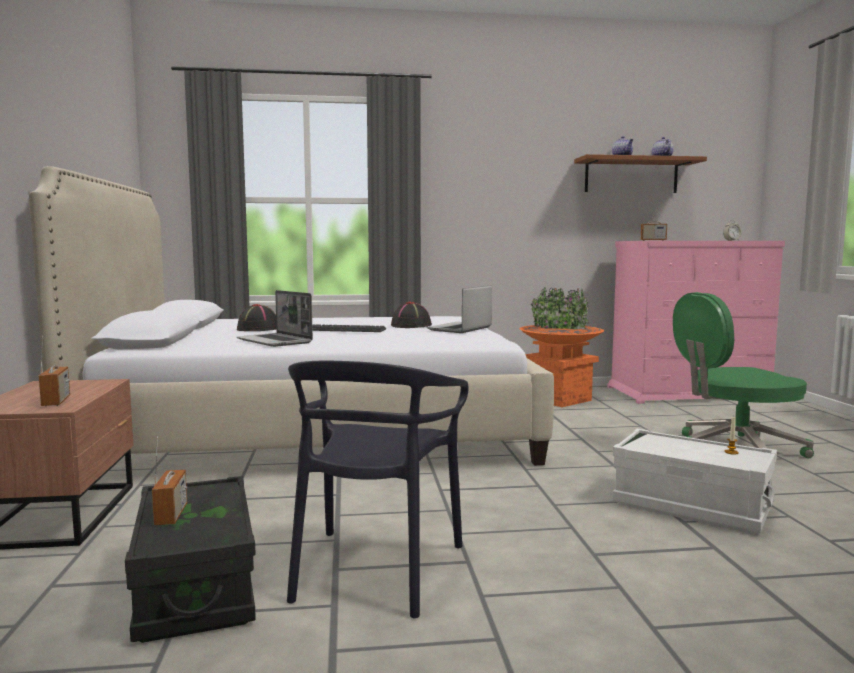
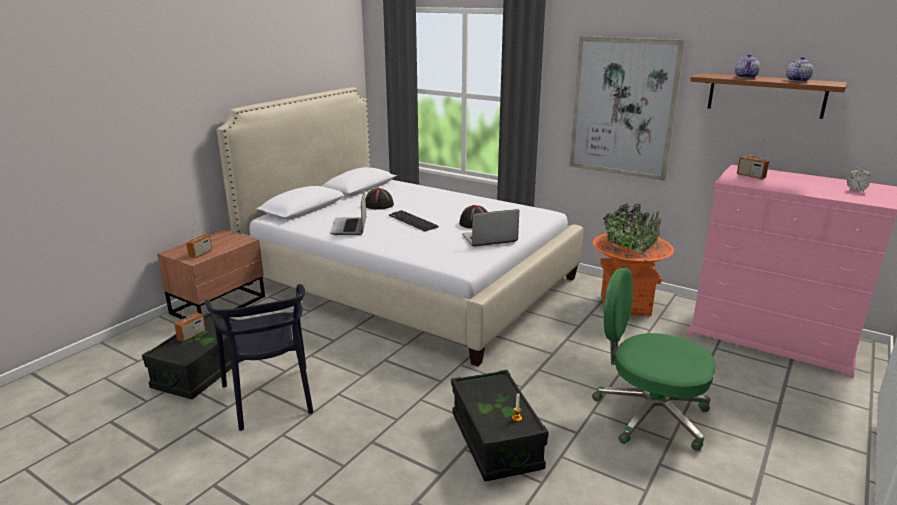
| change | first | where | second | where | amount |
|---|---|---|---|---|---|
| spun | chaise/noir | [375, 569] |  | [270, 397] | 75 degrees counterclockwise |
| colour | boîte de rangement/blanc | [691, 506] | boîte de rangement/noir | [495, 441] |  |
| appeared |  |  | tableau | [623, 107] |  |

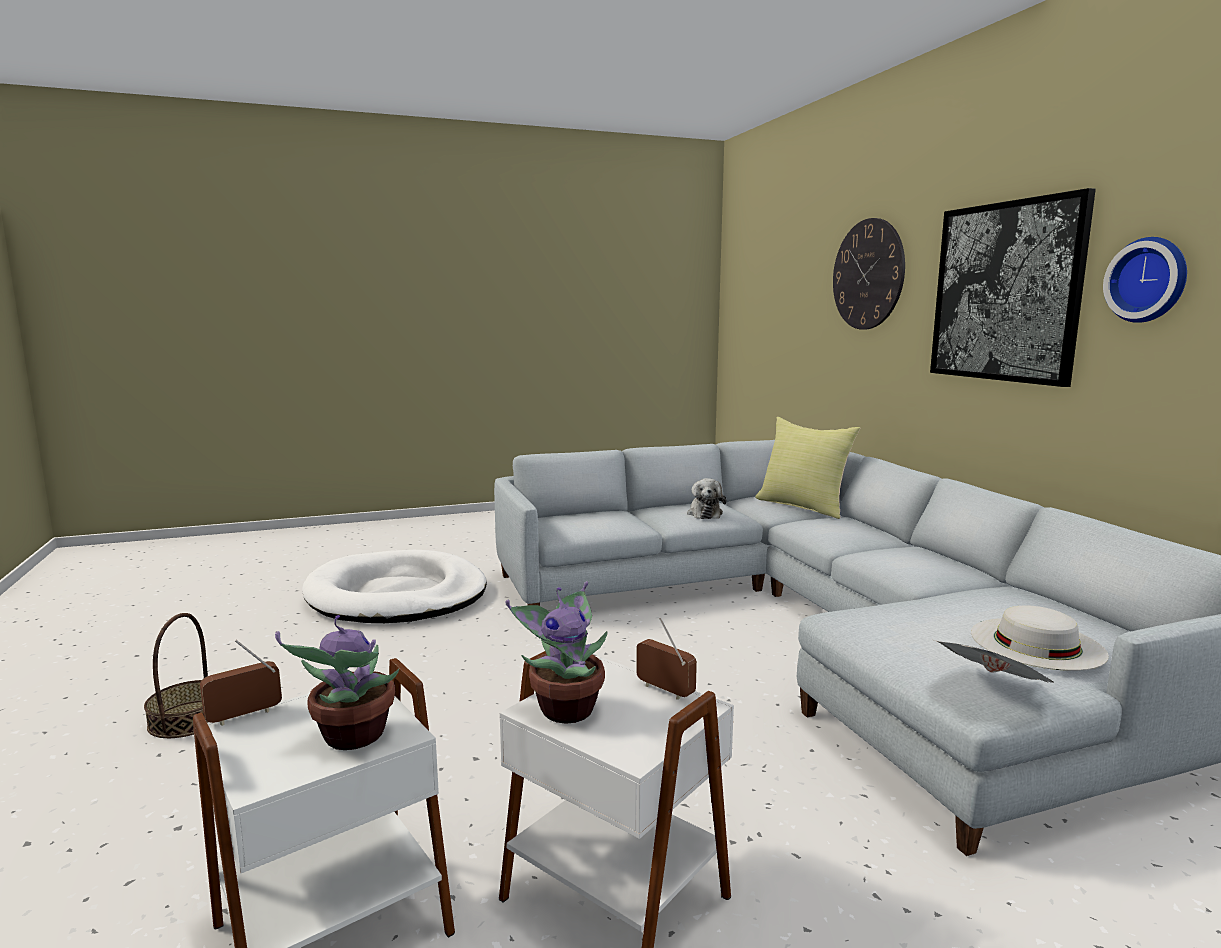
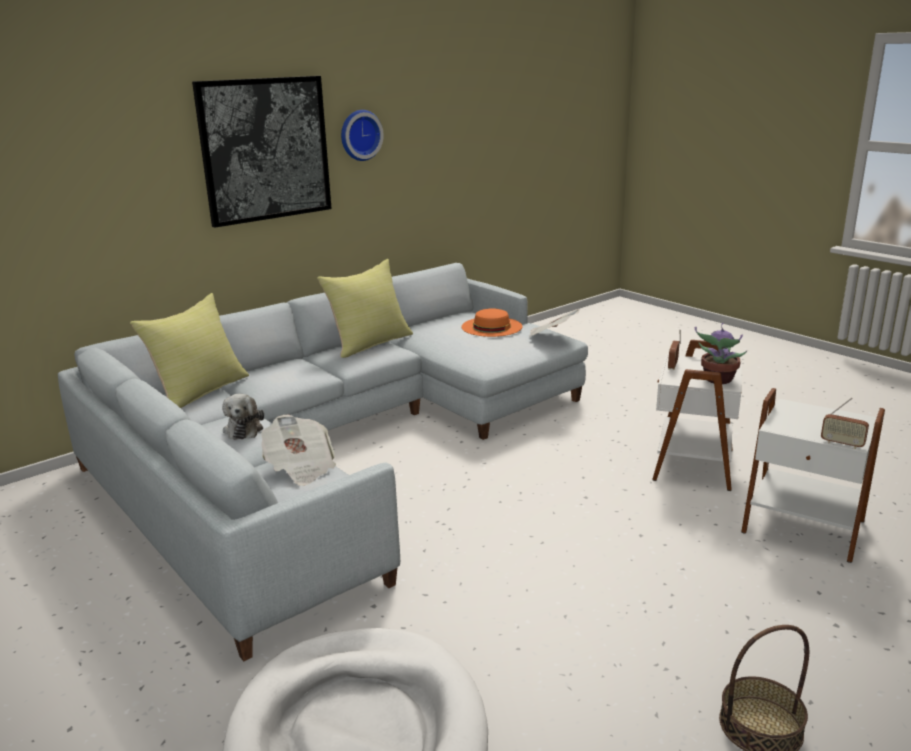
| change | first | where | second | where | amount |
|---|---|---|---|---|---|
| spun | peluche | [704, 513] |  | [244, 429] | 105 degrees clockwise |
| appeared |  |  | journal | [300, 467] |  |
| appeared |  |  | coussin/jaune | [370, 343] |  |
| colour | chapeau/blanc | [1036, 643] | chapeau/orange | [491, 326] |  |
| missing | plante en pot | [352, 737] |  |  |  |
| missing | horloge murale | [868, 274] |  |  |  |

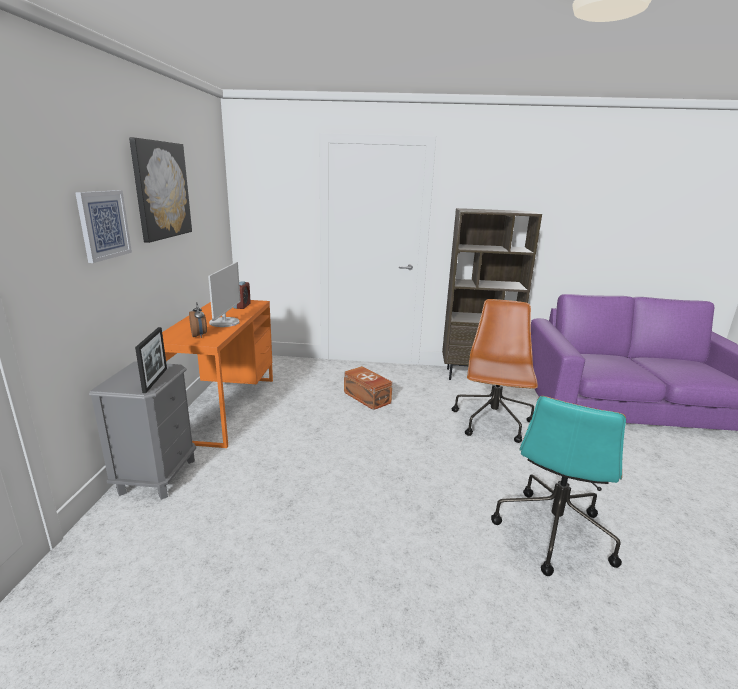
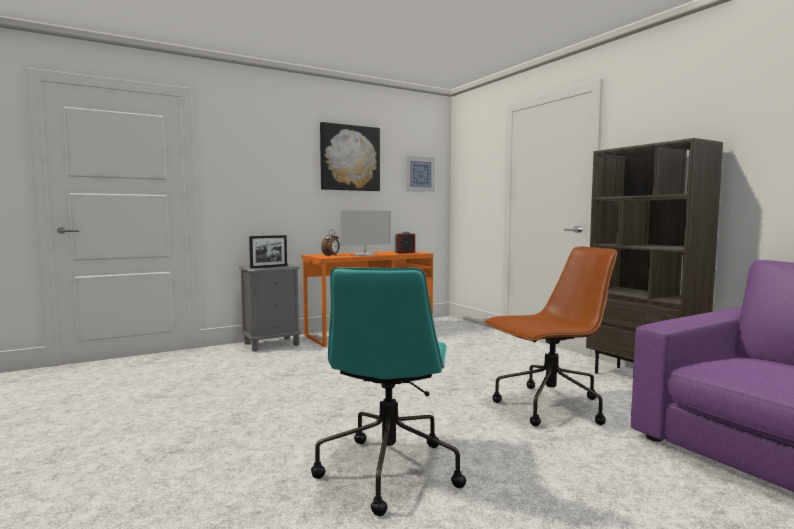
| change | first | where | second | where | amount |
|---|---|---|---|---|---|
| spun | chaise de bureau/turquoise | [553, 531] |  | [389, 470] | 75 degrees counterclockwise |
| relocated | tableau | [103, 225] |  | [419, 174] |  |
| missing | boîte de rangement/marron | [367, 398] |  |  |  |

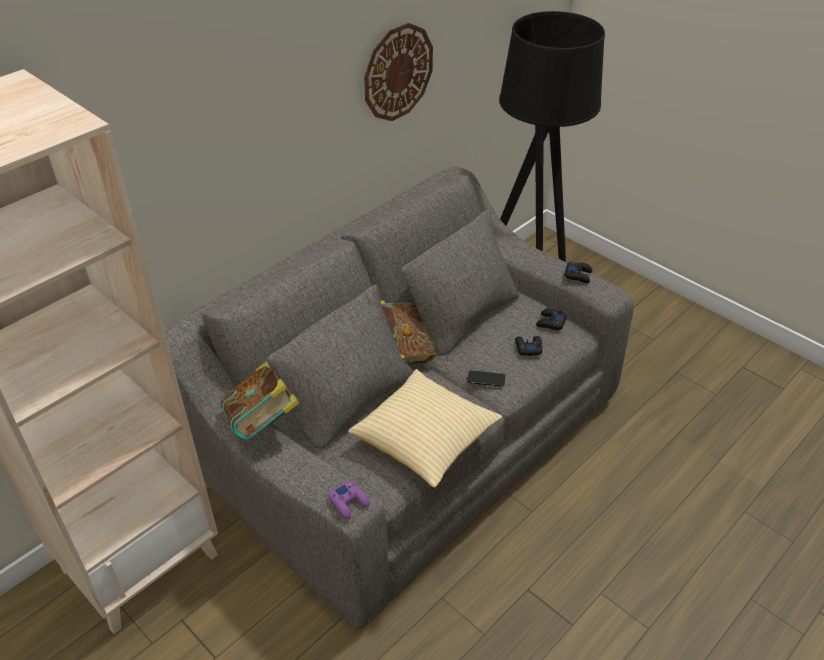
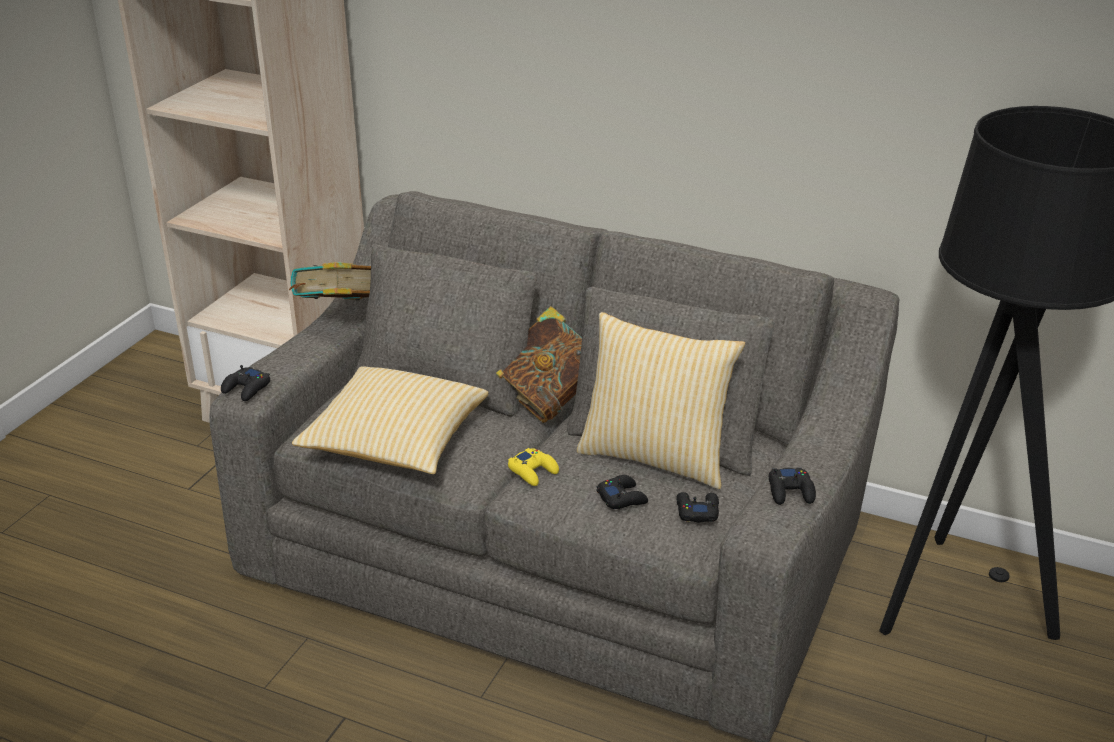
| change | first | where | second | where | amount |
|---|---|---|---|---|---|
| colour | manette/violet | [349, 502] | manette/noir | [246, 389] |  |
| exchanged | téléphone | [486, 379] | manette/jaune | [533, 471] |  |
| appeared |  |  | coussin | [656, 456] |  |
| missing | horloge murale | [398, 72] |  |  |  |

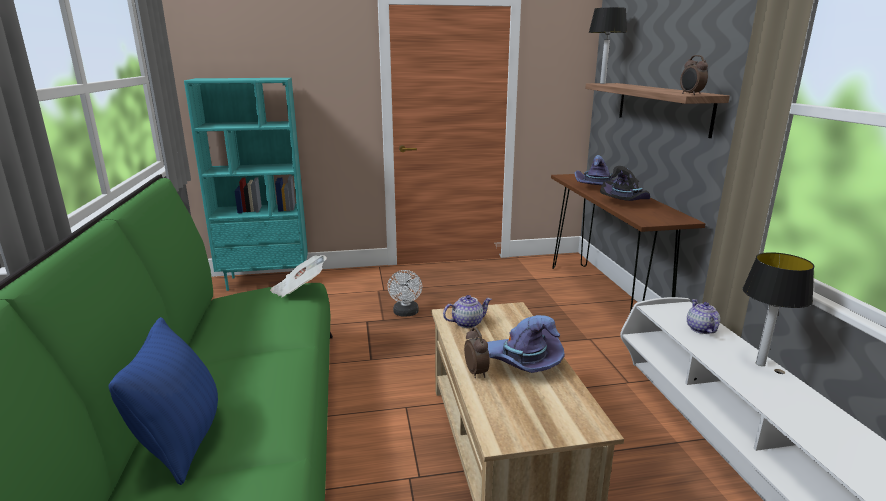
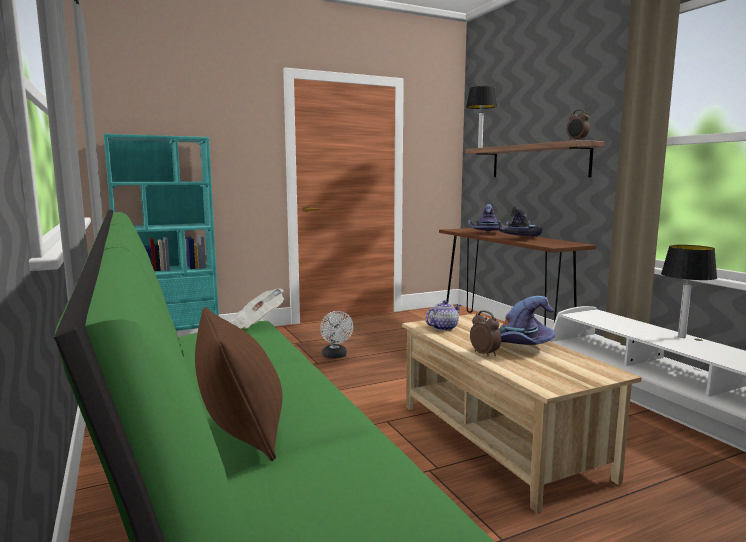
| change | first | where | second | where | amount |
|---|---|---|---|---|---|
| colour | coussin/bleu | [182, 442] | coussin/marron | [241, 433] |  |
| missing | théière | [700, 329] |  |  |  |

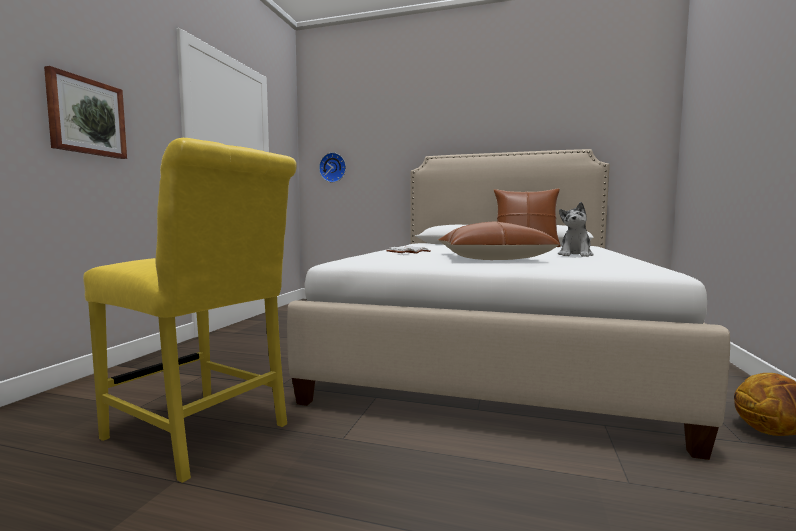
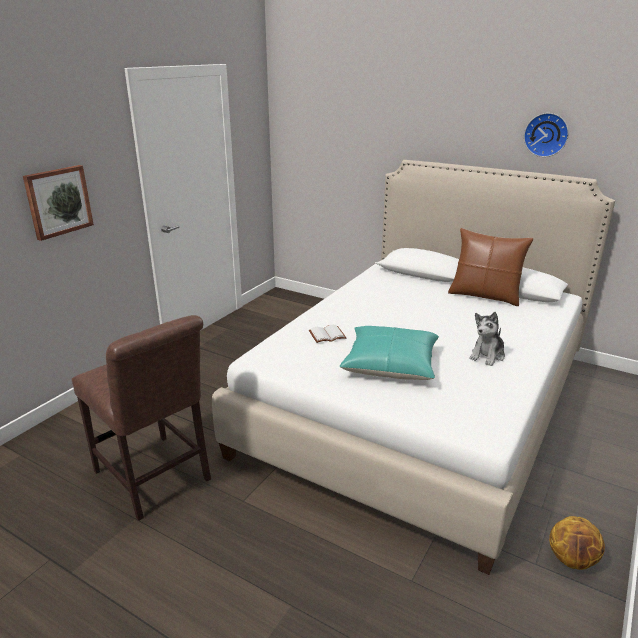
| change | first | where | second | where | amount |
|---|---|---|---|---|---|
| colour | chaise/jaune | [202, 434] | chaise/marron | [155, 479] |  |
| colour | coussin/marron | [492, 259] | coussin/turquoise | [390, 364] |  |
| relocated | horloge murale | [333, 167] |  | [546, 134] |  |

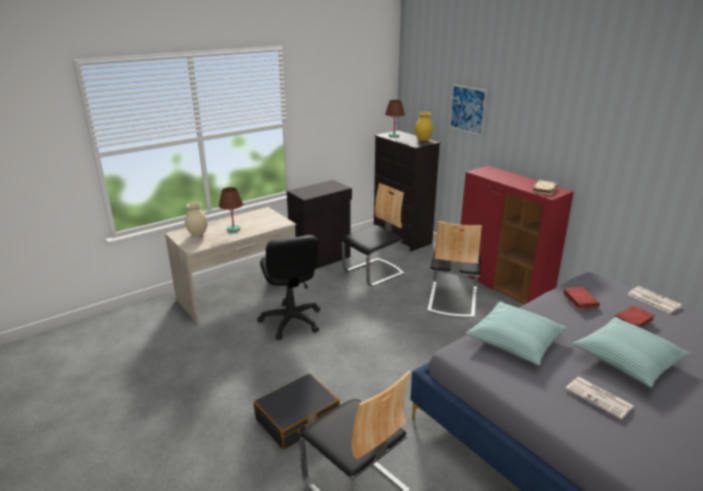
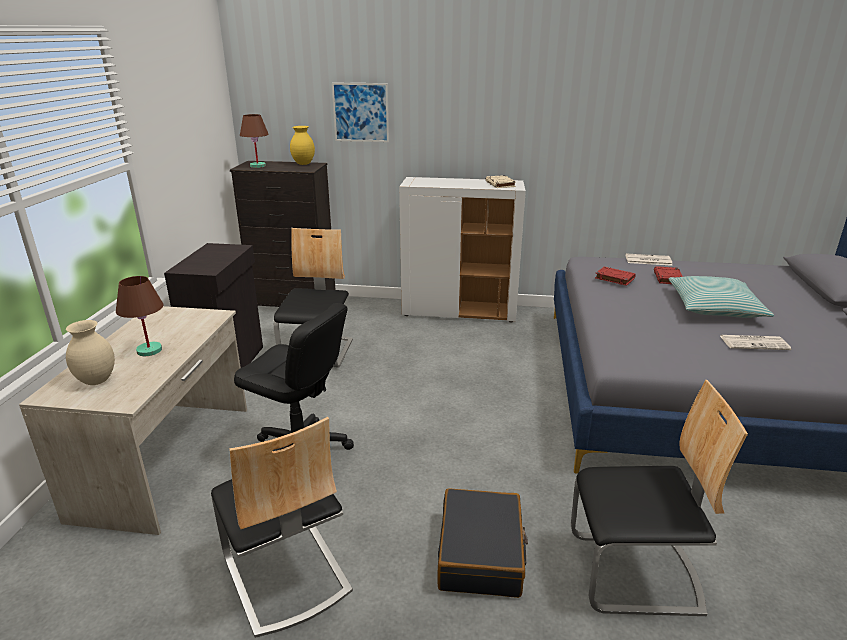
| change | first | where | second | where | amount |
|---|---|---|---|---|---|
| relocated | chaise | [452, 301] |  | [285, 574] |  |
| colour | meuble de rangement/rouge | [503, 286] | meuble de rangement/blanc | [460, 312] |  |
| missing | coussin | [515, 340] |  |  |  |

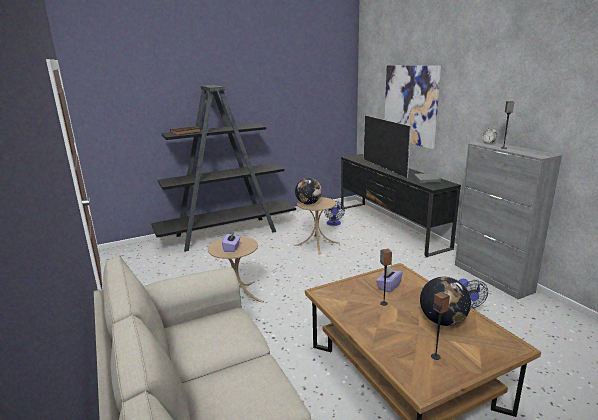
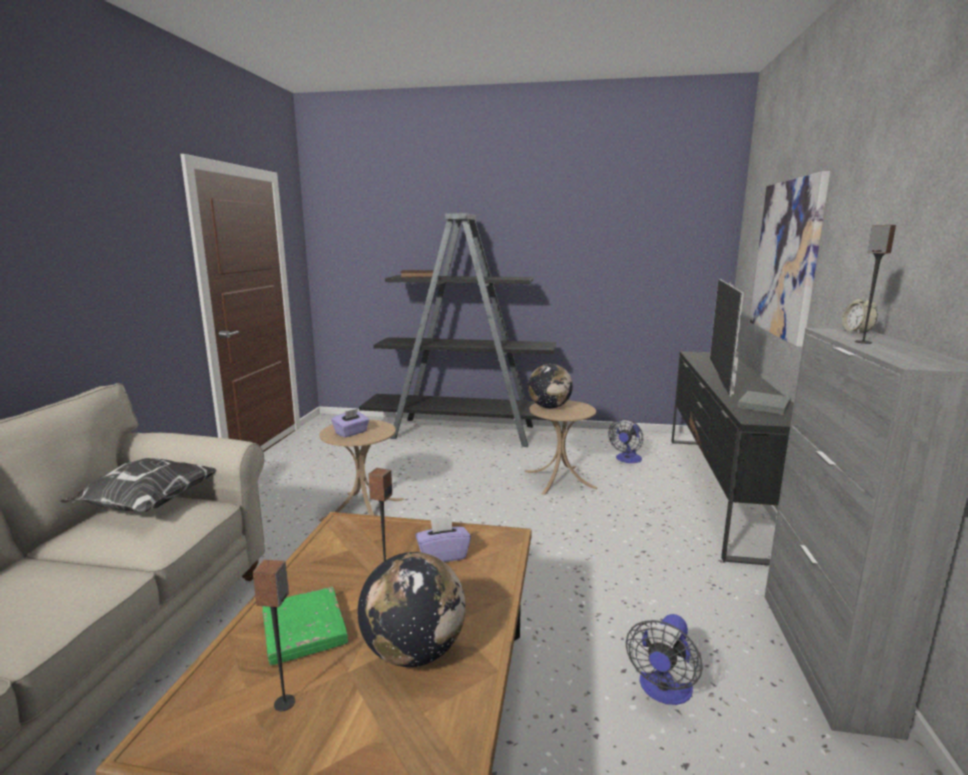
| change | first | where | second | where | amount |
|---|---|---|---|---|---|
| appeared |  |  | coussin | [144, 506] |  |
| appeared |  |  | livre/vert | [304, 629] |  |

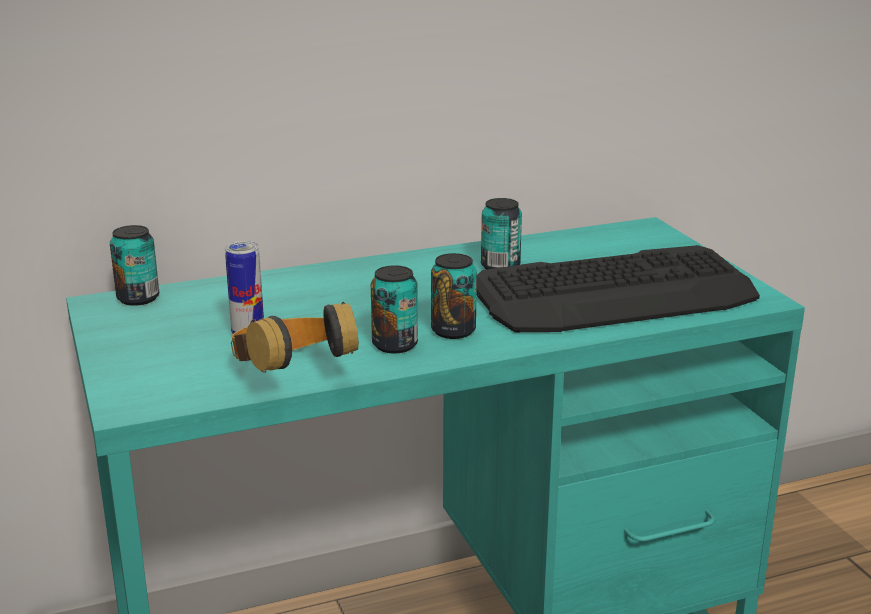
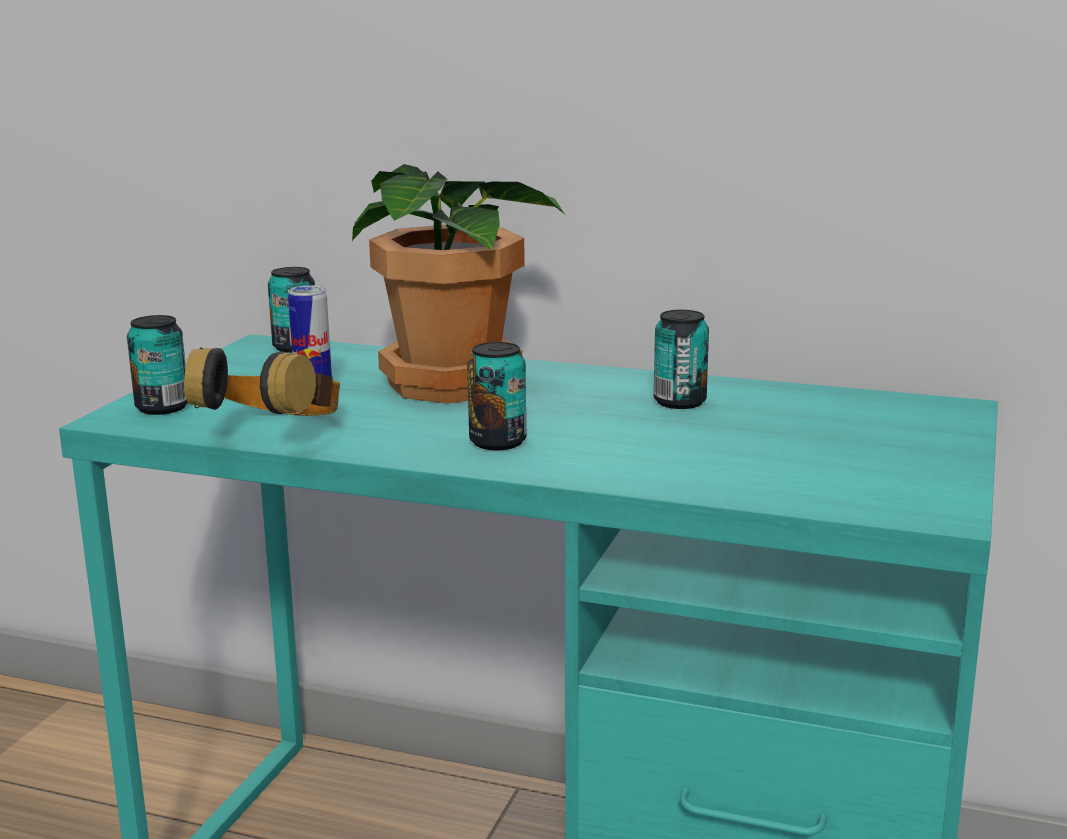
| change | first | where | second | where | amount |
|---|---|---|---|---|---|
| relocated | boîte métallique | [395, 345] |  | [162, 407] |  |
| appeared |  |  | plante en pot | [455, 382] |  |
| missing | clavier | [616, 294] |  |  |  |

